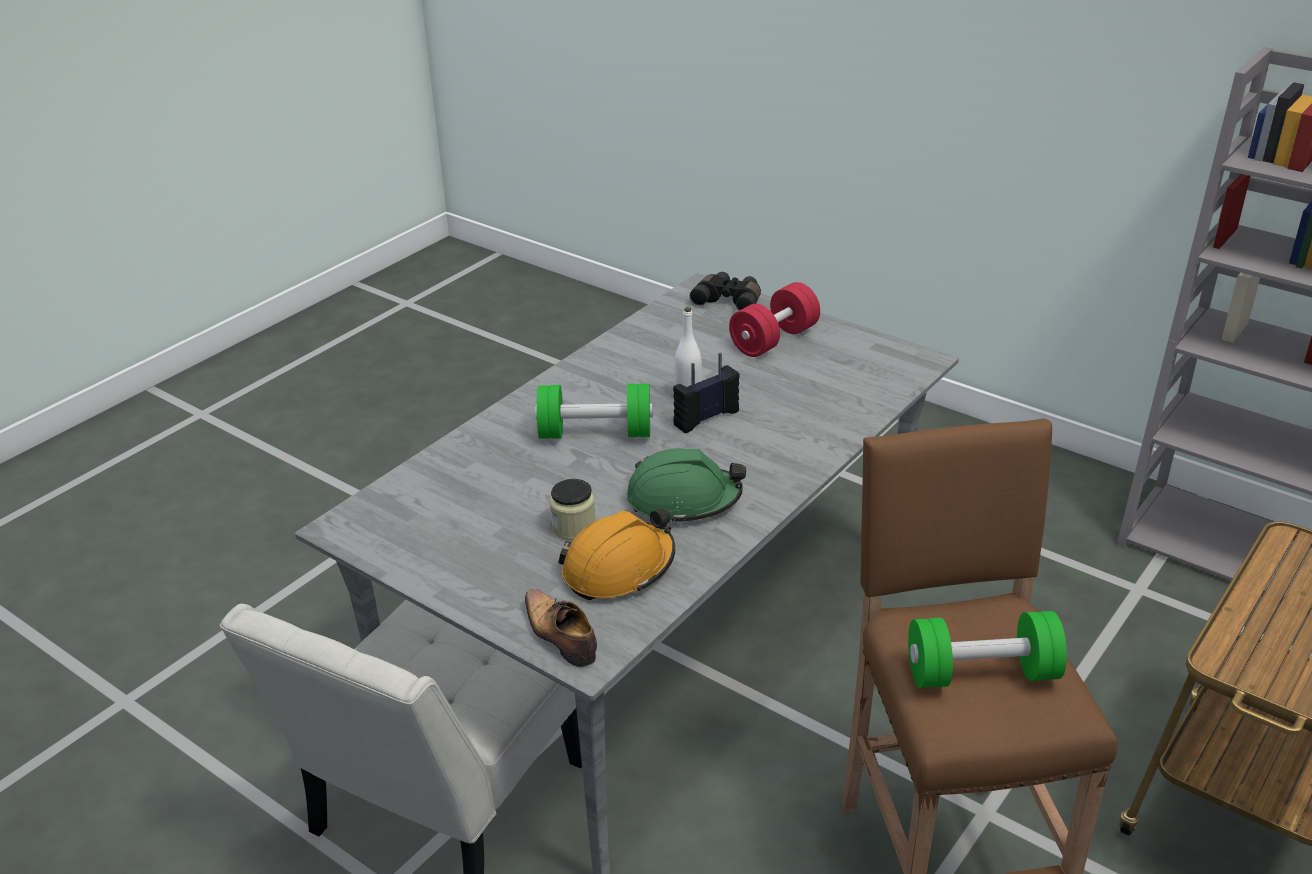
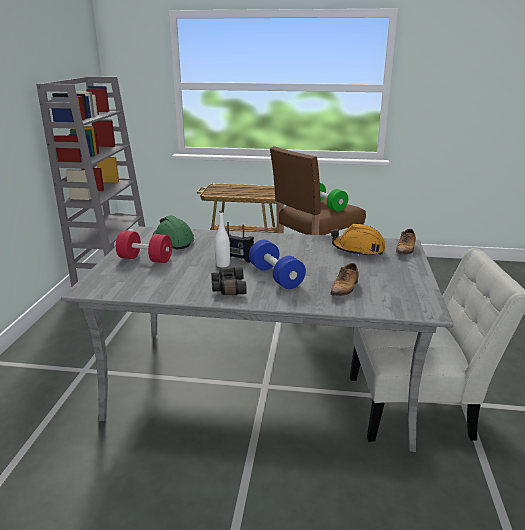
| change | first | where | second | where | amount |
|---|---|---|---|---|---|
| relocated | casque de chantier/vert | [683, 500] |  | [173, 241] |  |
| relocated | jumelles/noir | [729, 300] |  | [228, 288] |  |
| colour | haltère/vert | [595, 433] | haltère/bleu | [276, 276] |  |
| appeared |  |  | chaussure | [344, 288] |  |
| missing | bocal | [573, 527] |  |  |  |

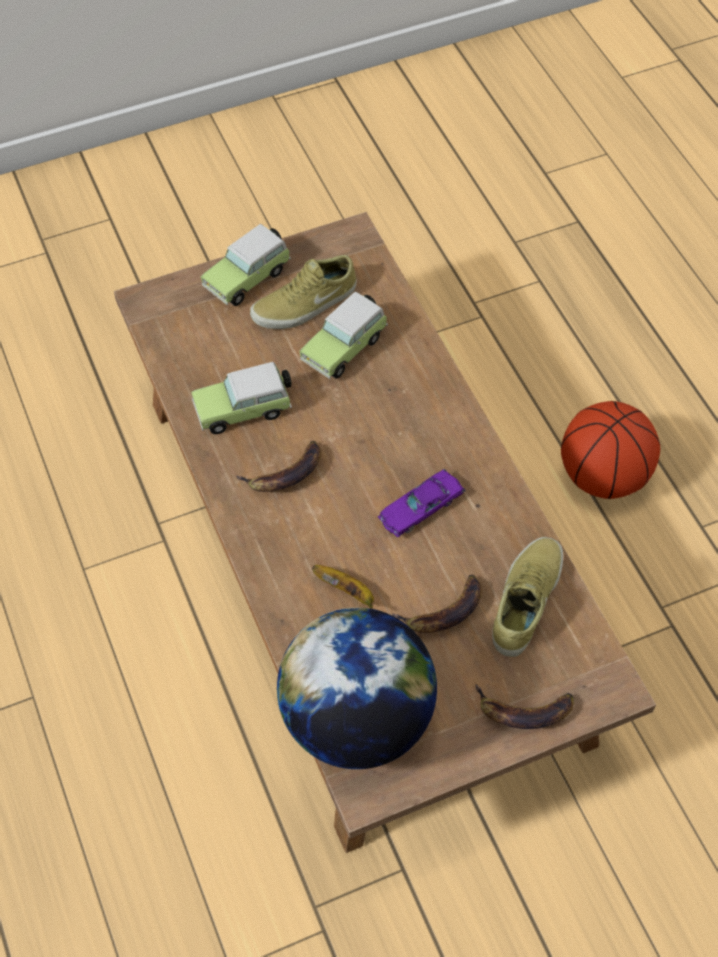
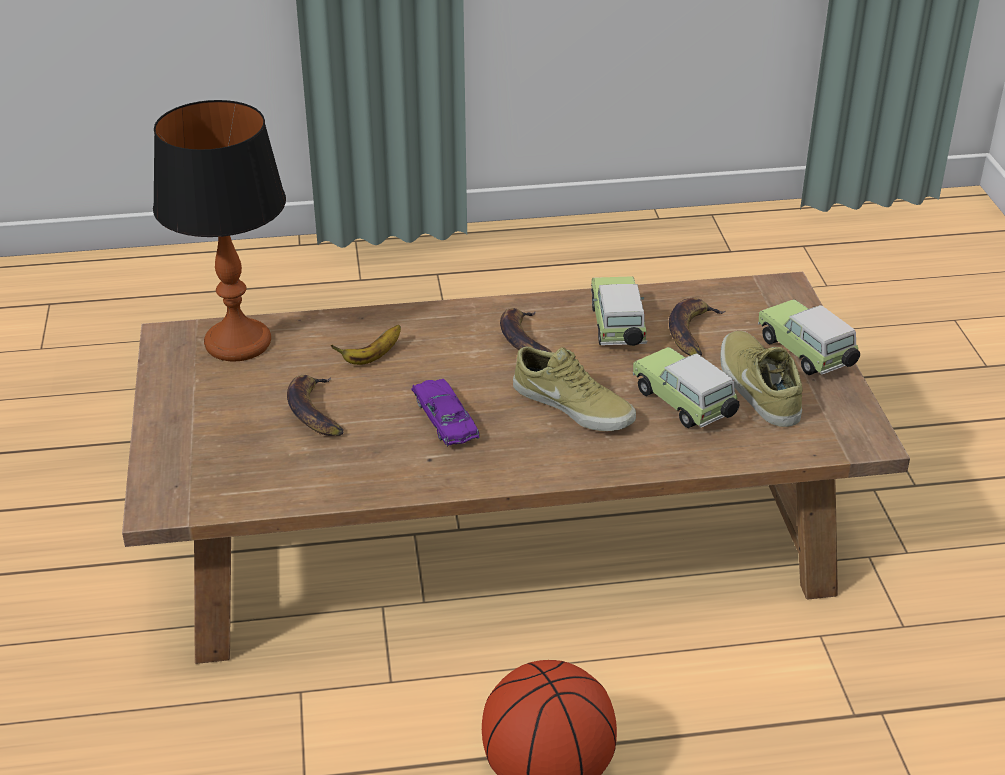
| change | first | where | second | where | amount |
|---|---|---|---|---|---|
| exchanged | globe | [357, 719] | lampe de table | [238, 342] |  |
| relocated | chaussure/beige | [524, 599] |  | [575, 405] |  |
| relocated | banane | [523, 711] |  | [692, 332] |  |

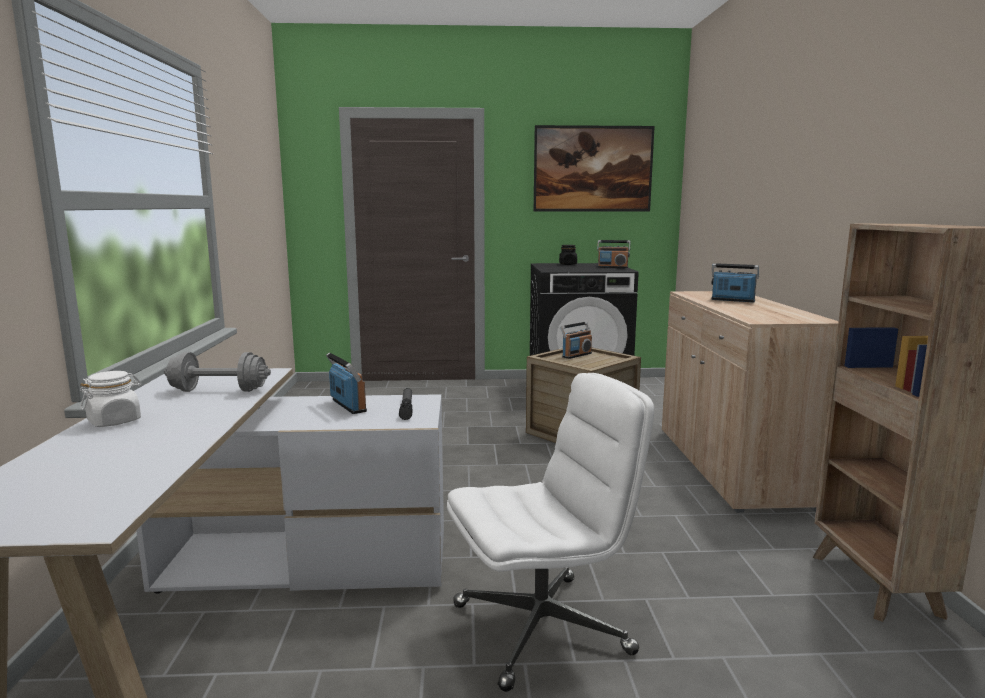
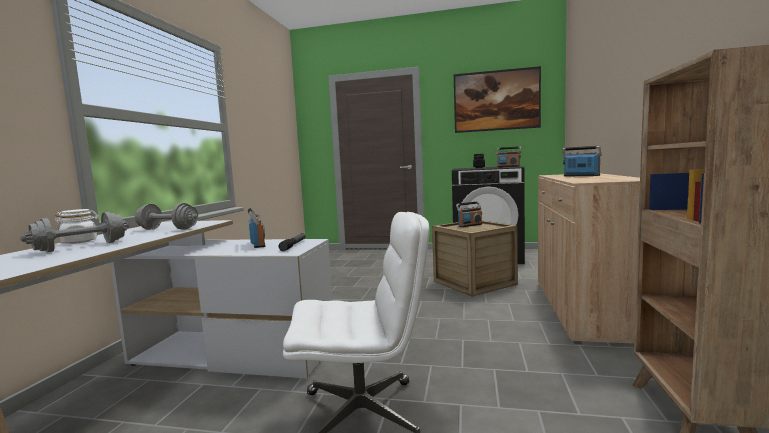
| change | first | where | second | where | amount |
|---|---|---|---|---|---|
| appeared |  |  | haltère/gris | [81, 247] |  |

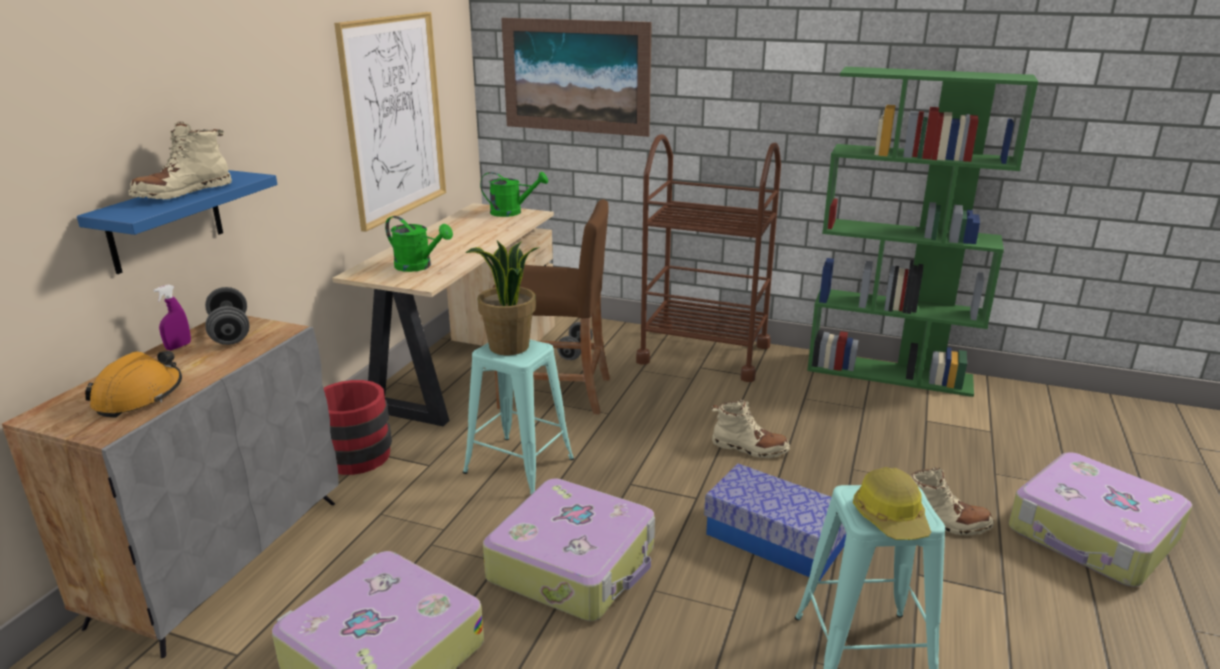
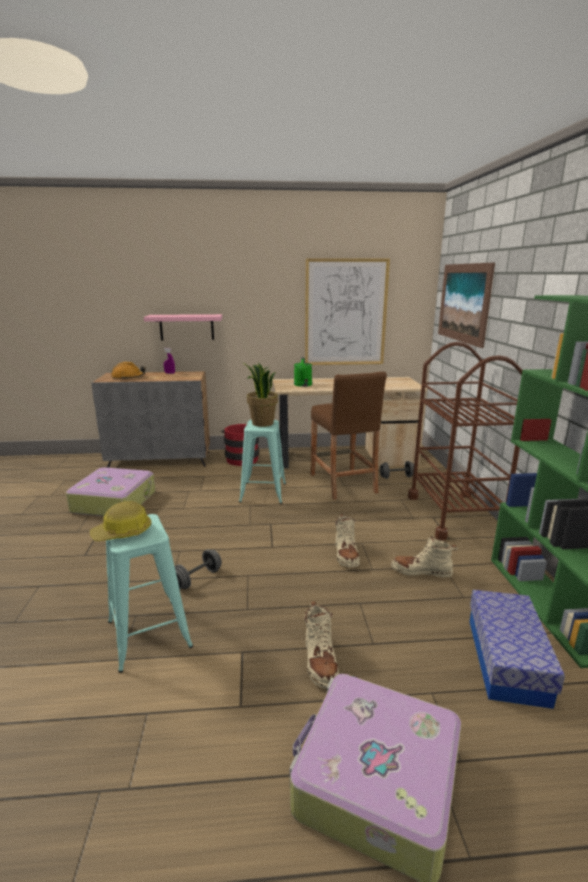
| change | first | where | second | where | amount |
|---|---|---|---|---|---|
| colour | étagère/bleu | [165, 221] | étagère/rose | [186, 327] |  |
| relocated | haltère/gris | [230, 333] |  | [197, 579] |  |
| relocated | botte/beige | [183, 193] |  | [421, 571] |  |
| relocated | boîte de rangement | [775, 539] |  | [507, 660] |  |
| missing | arrosoir/vert | [512, 212] |  |  |  |
| missing | valise | [574, 564] |  |  |  |

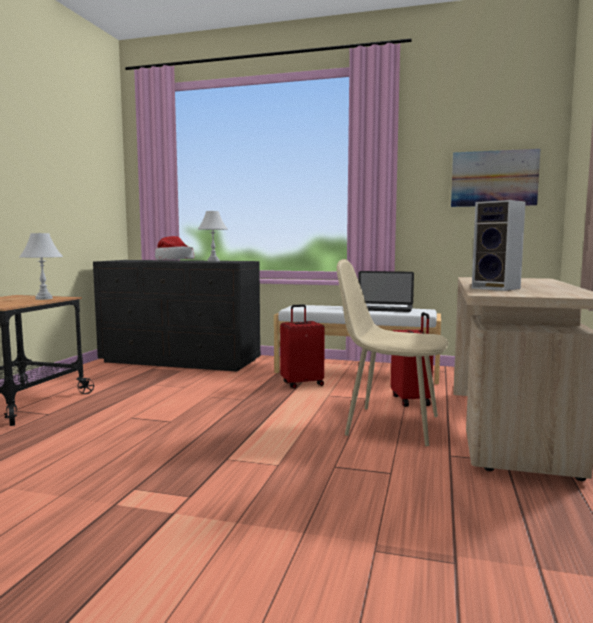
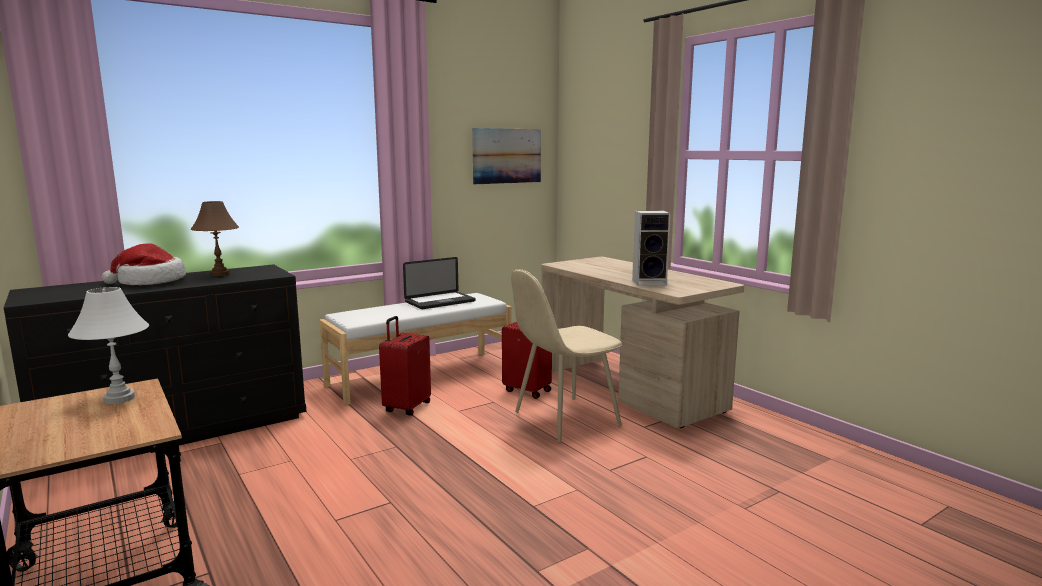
| change | first | where | second | where | amount |
|---|---|---|---|---|---|
| colour | lampe de table/blanc | [213, 261] | lampe de table/marron | [220, 274] |  |

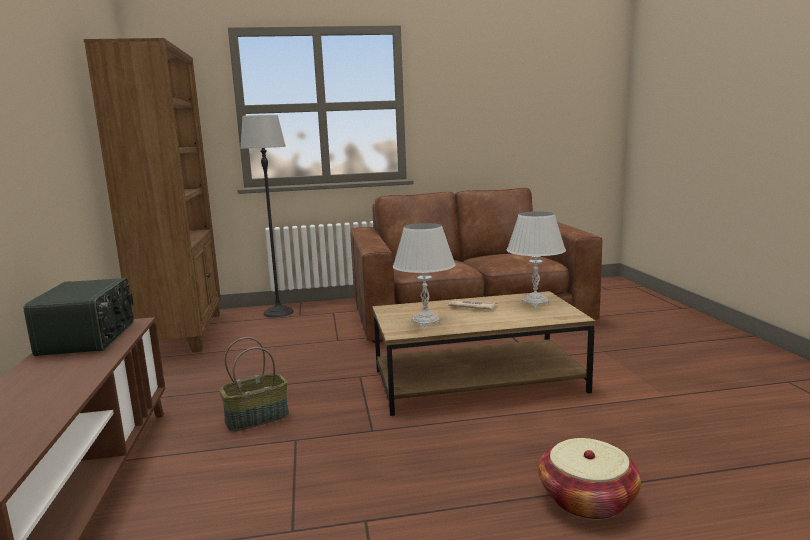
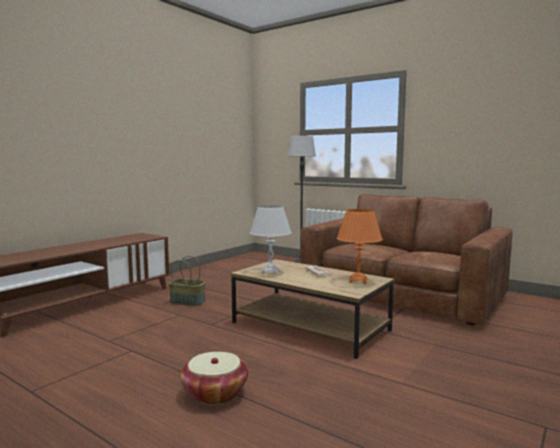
| change | first | where | second | where | amount |
|---|---|---|---|---|---|
| colour | lampe de table/blanc | [535, 303] | lampe de table/orange | [358, 281] |  |
| missing | radio | [89, 338] |  |  |  |
| missing | bibliothèque/marron | [183, 333] |  |  |  |

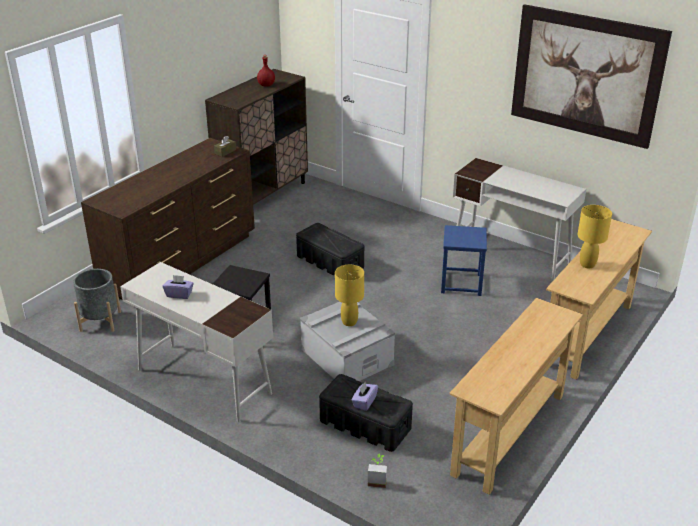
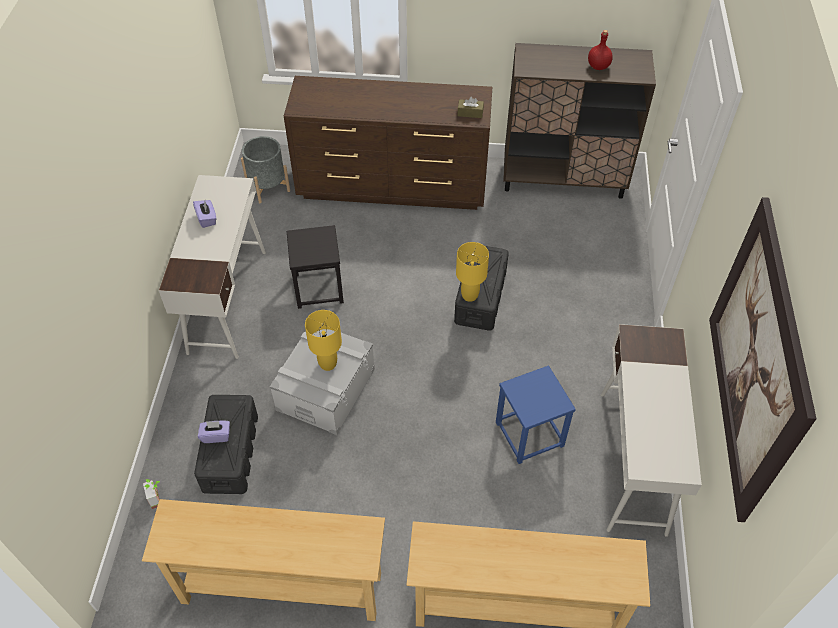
| change | first | where | second | where | amount |
|---|---|---|---|---|---|
| relocated | lampe de table/jaune | [587, 264] |  | [470, 295] |  |

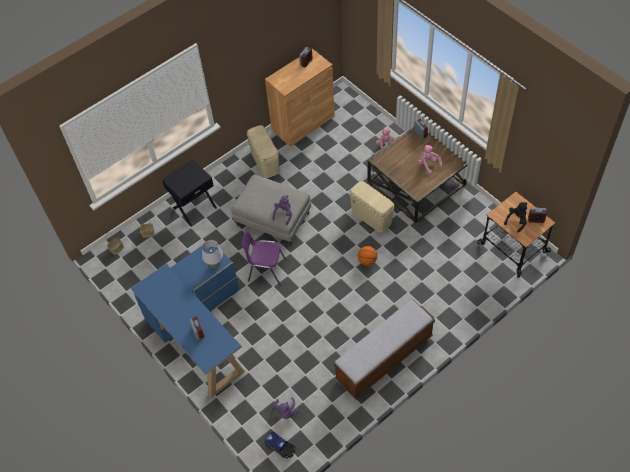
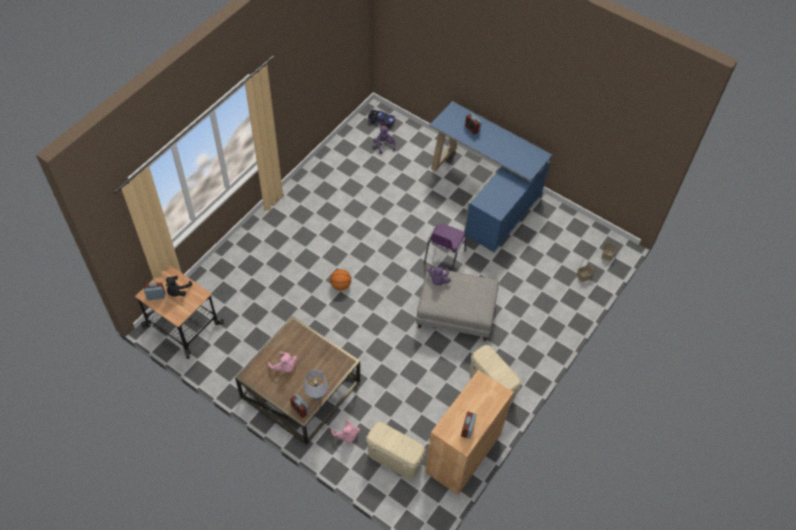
| change | first | where | second | where | amount |
|---|---|---|---|---|---|
| relocated | lampe de table/gris | [215, 265] |  | [317, 396] |  |
| relocated | boîte de rangement/beige | [371, 216] |  | [394, 459] |  |
| spun | chaise/violet | [266, 270] |  | [443, 258] | 120 degrees clockwise |
| missing | table de chevet/noir | [194, 207] |  |  |  |
| missing | banc | [384, 358] |  |  |  |

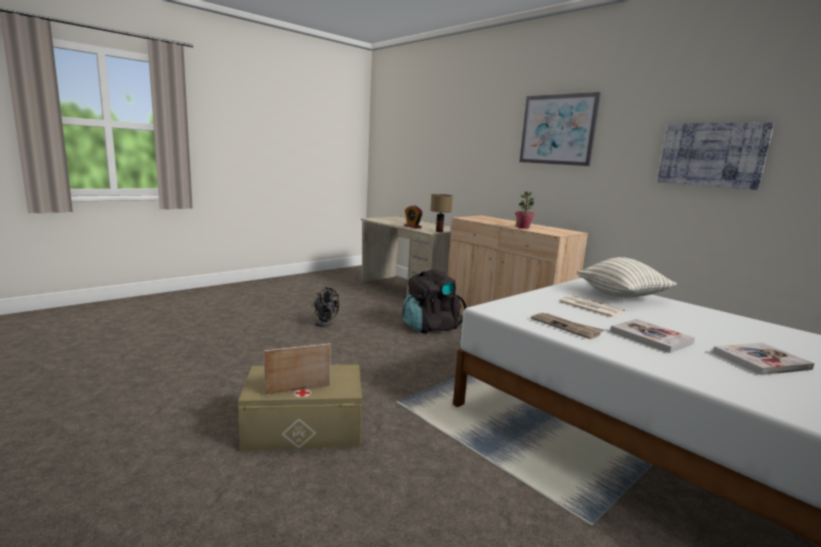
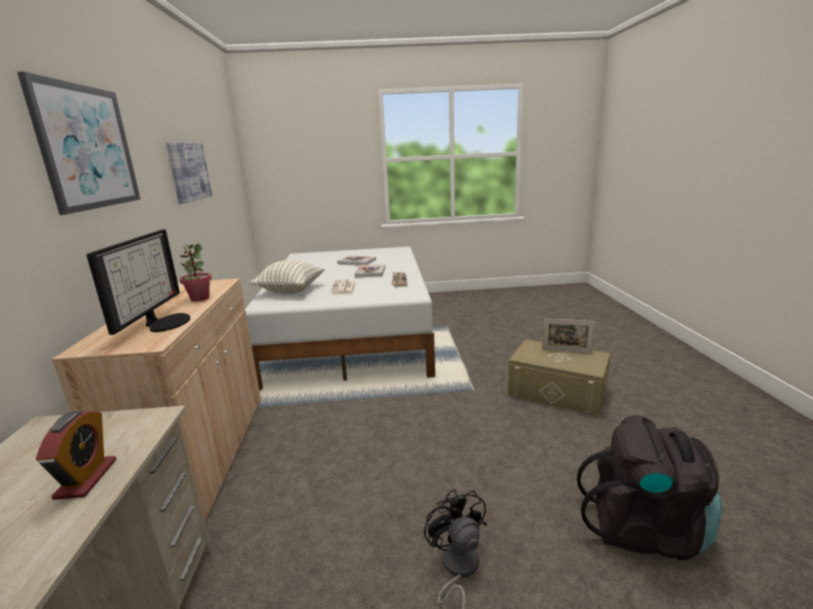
| change | first | where | second | where | amount |
|---|---|---|---|---|---|
| appeared |  |  | écran d'ordinateur | [165, 322] |  |
| relocated | sac à dos/noir | [430, 327] |  | [645, 530] |  |
| missing | lampe de table | [438, 231] |  |  |  |

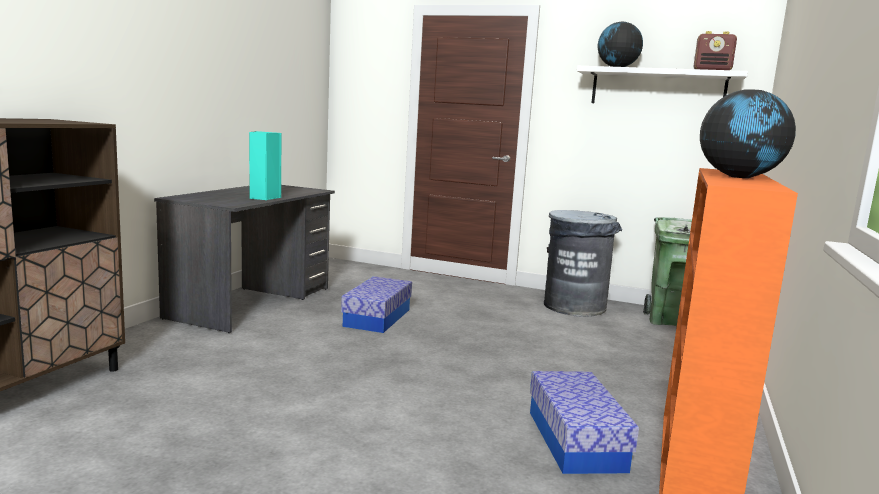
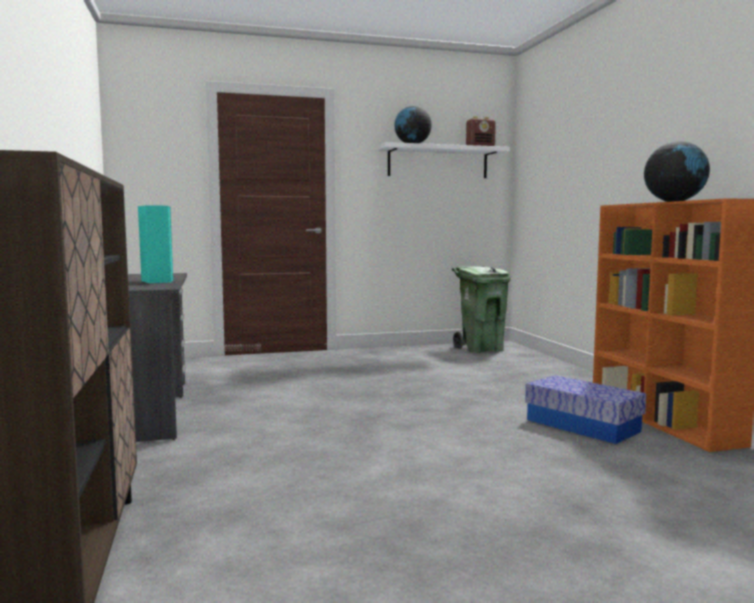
| change | first | where | second | where | amount |
|---|---|---|---|---|---|
| missing | boîte de rangement | [377, 318] |  |  |  |
| missing | poubelle/gris | [574, 307] |  |  |  |

